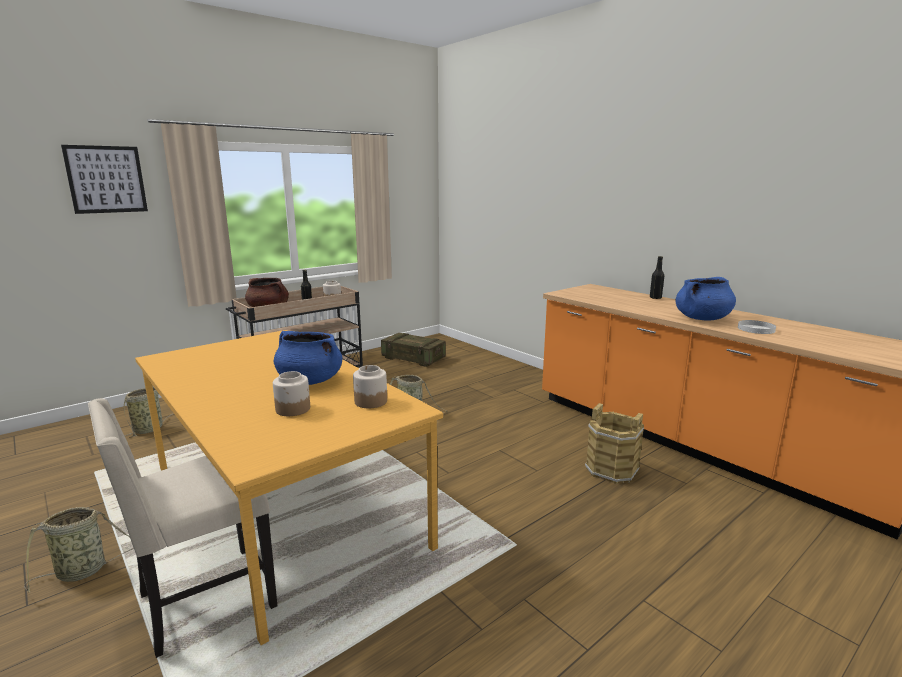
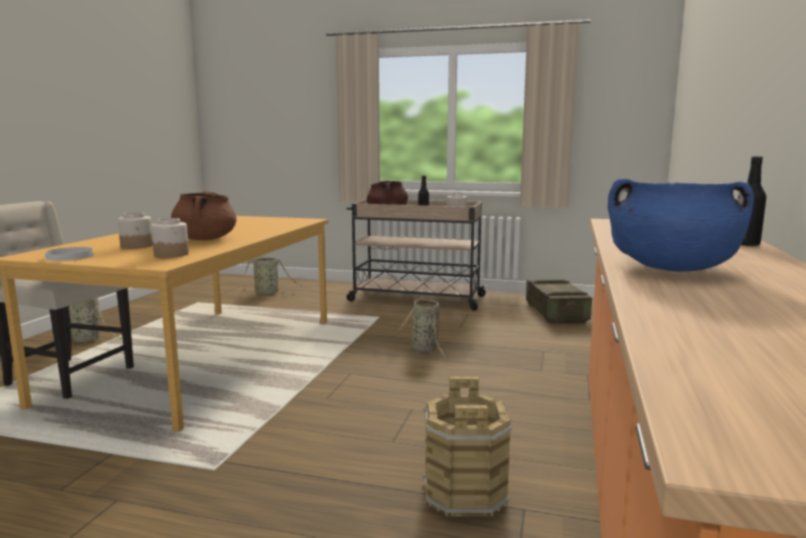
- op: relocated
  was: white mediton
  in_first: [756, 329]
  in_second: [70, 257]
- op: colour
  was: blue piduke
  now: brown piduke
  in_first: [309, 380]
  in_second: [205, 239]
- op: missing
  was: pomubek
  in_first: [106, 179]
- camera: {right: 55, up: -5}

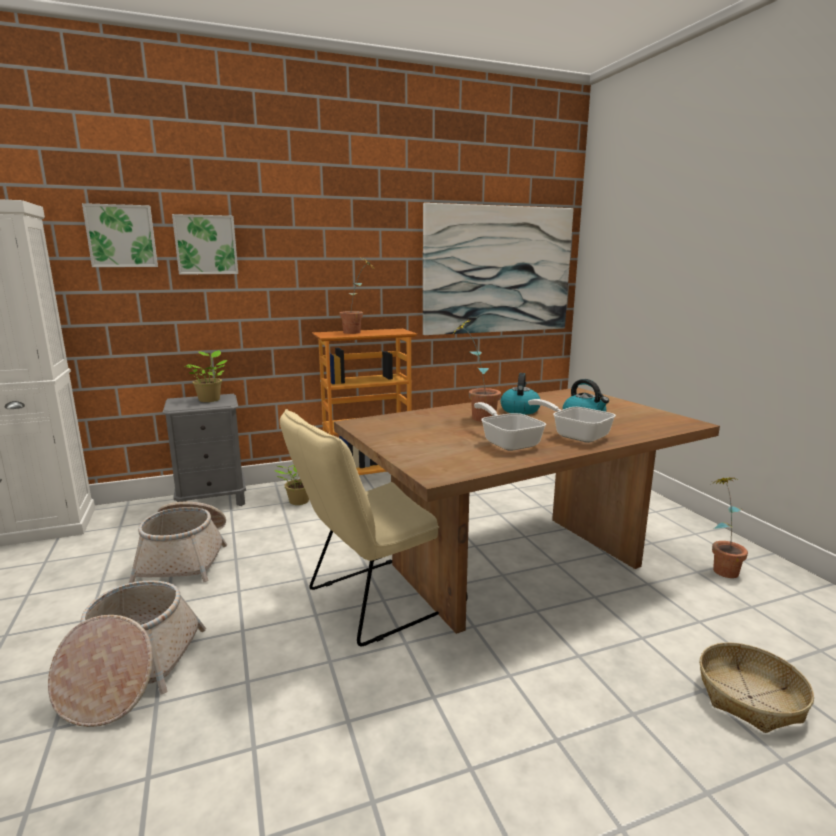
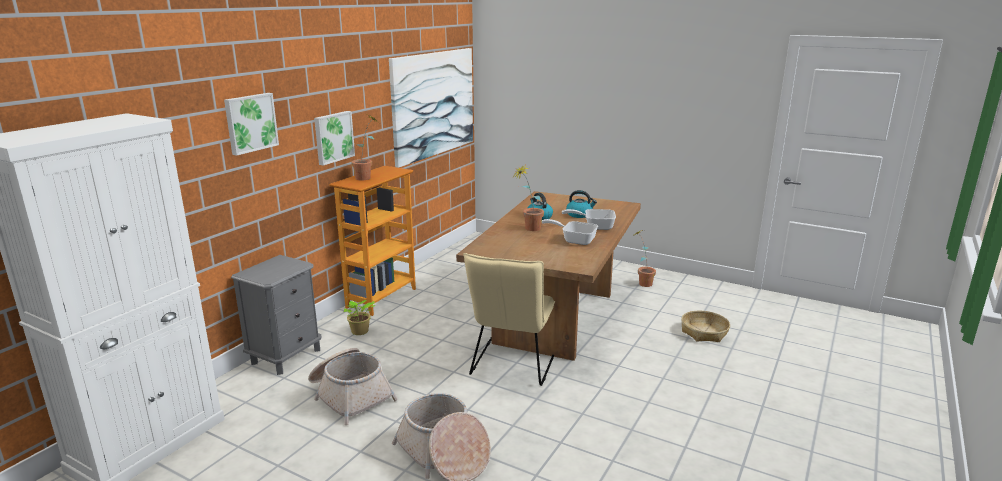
- op: relocated
  was: pomubek
  in_first: [121, 236]
  in_second: [333, 137]
- op: missing
  was: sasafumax
  in_first: [210, 399]
- camera: {right: -40, up: 5}

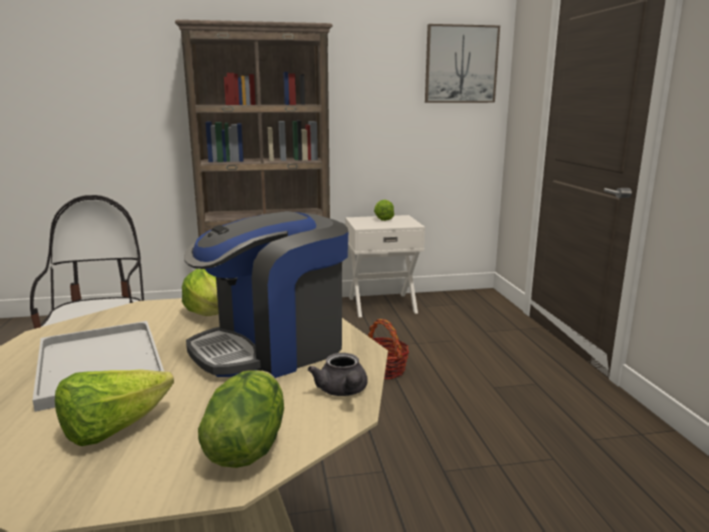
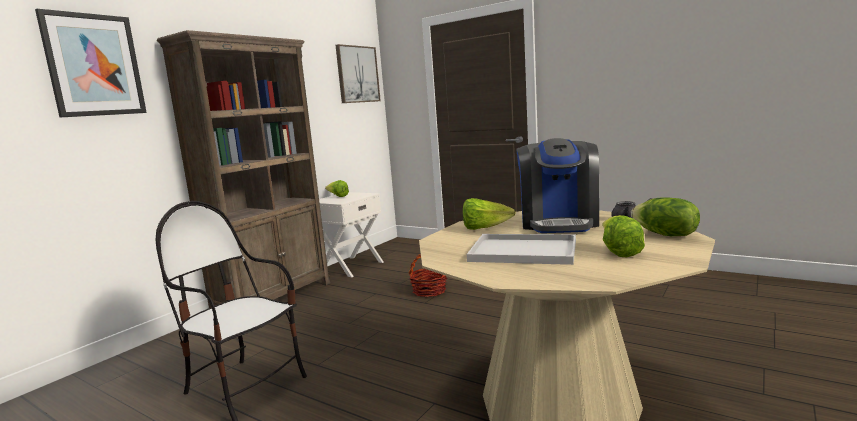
- op: appeared
  now: pomubek
  in_second: [94, 65]
- camera: {right: -45, up: -5}

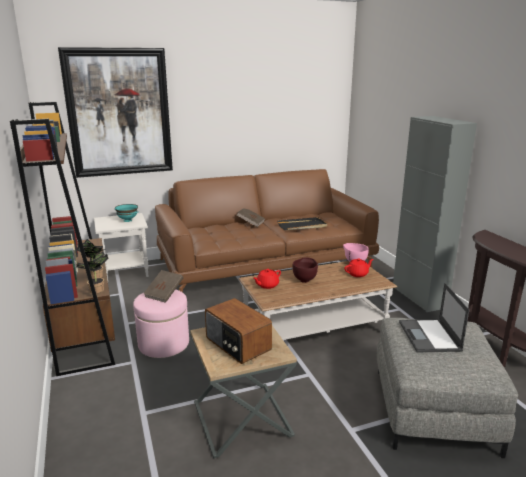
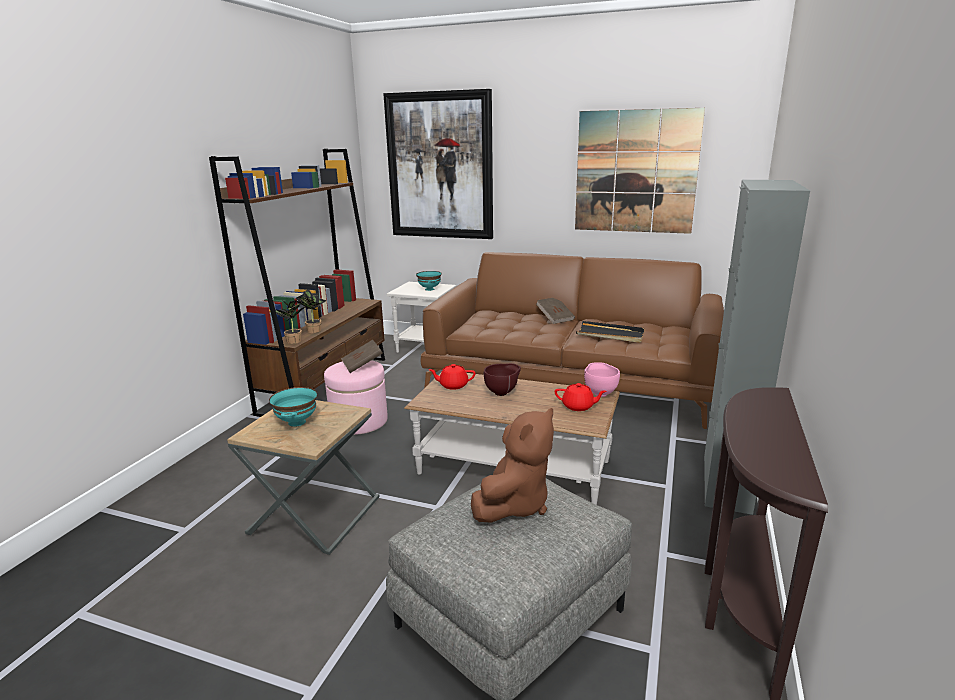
- op: exchanged
  was: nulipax
  now: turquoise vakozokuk
  in_first: [237, 344]
  in_second: [297, 422]
- op: exchanged
  was: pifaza
  now: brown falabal
  in_first: [430, 336]
  in_second: [514, 504]
- op: appeared
  now: pomubek
  in_second: [635, 172]
- camera: {right: 40, up: 0}

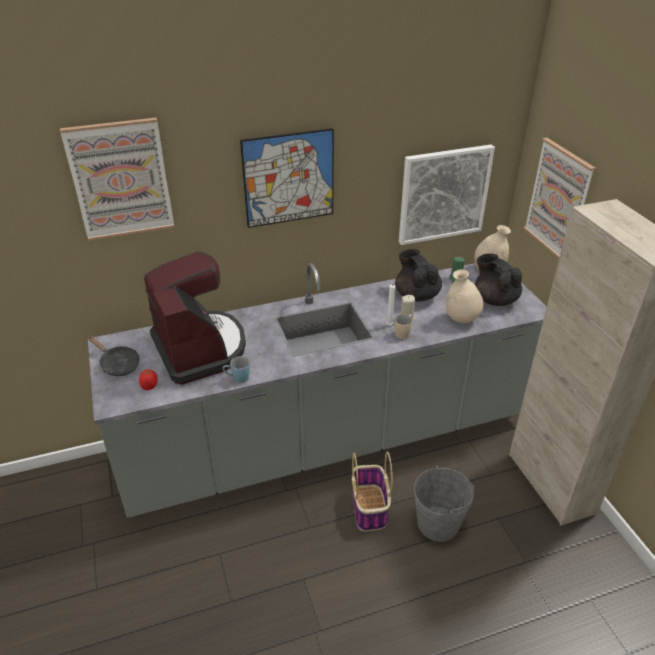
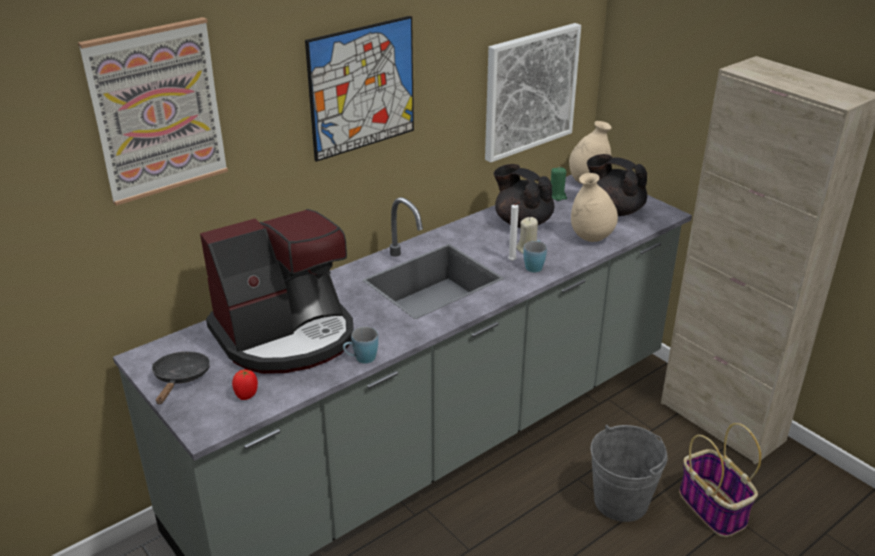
- op: spun
  was: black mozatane
  in_first: [117, 364]
  in_second: [181, 378]
  clockwise: -105
- op: spun
  was: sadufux
  in_first: [200, 348]
  in_second: [286, 335]
  clockwise: 105
- op: colour
  was: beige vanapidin
  now: blue vanapidin
  in_first: [404, 333]
  in_second: [534, 265]
- op: relocated
  was: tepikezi
  in_first: [370, 508]
  in_second: [713, 508]
- op: missing
  was: pomubek
  in_first: [558, 200]
- camera: {right: -20, up: -5}

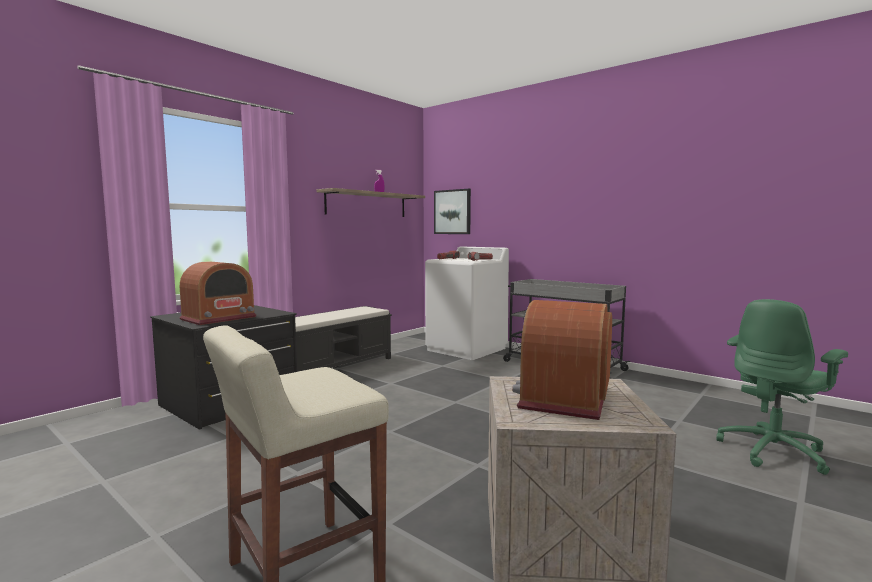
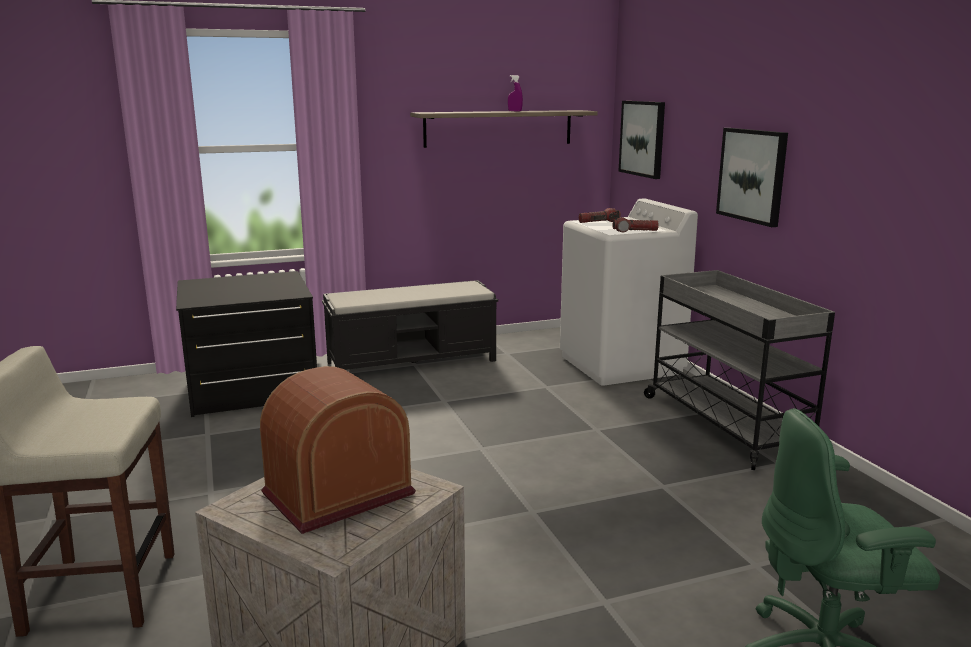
- op: appeared
  now: pomubek
  in_second: [752, 175]
- op: missing
  was: nulipax
  in_first: [219, 318]
- camera: {right: 30, up: 10}

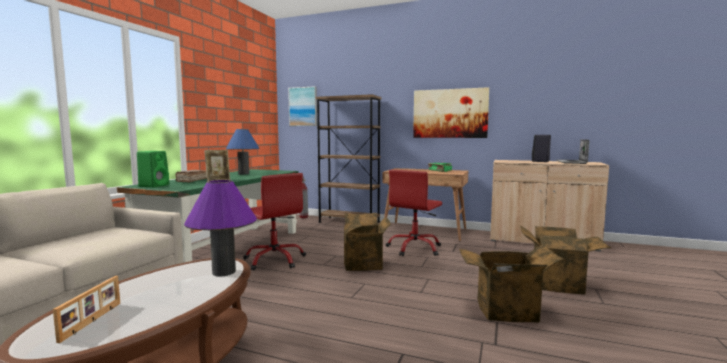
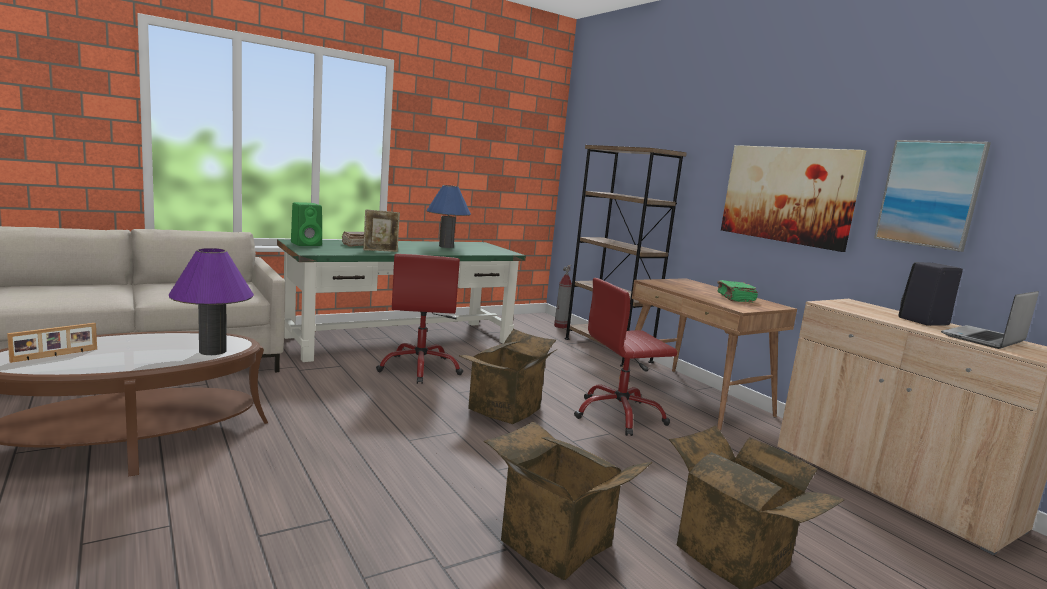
- op: relocated
  was: pomubek
  in_first: [303, 106]
  in_second: [930, 194]
- camera: {right: 35, up: 5}

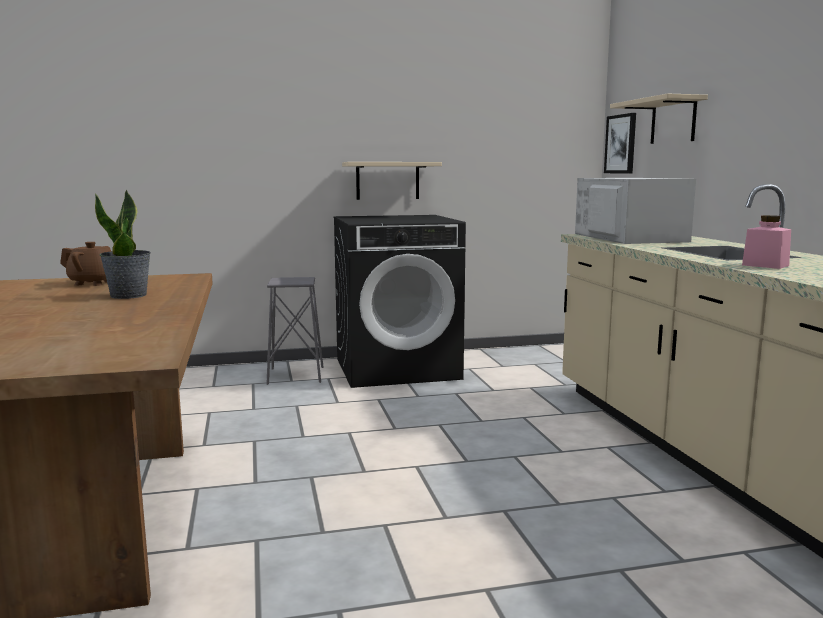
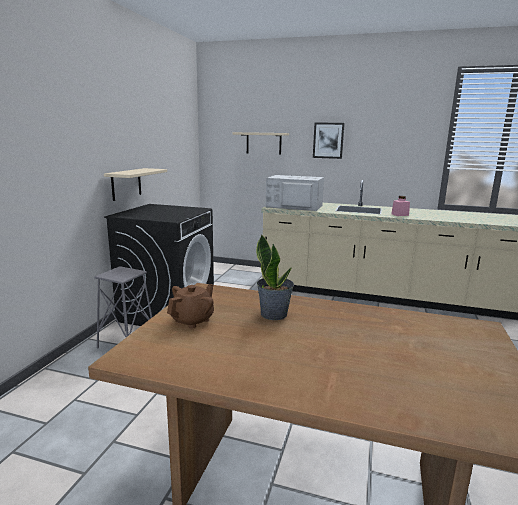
- op: relocated
  was: pomubek
  in_first: [621, 144]
  in_second: [328, 140]
- camera: {right: -60, up: 5}

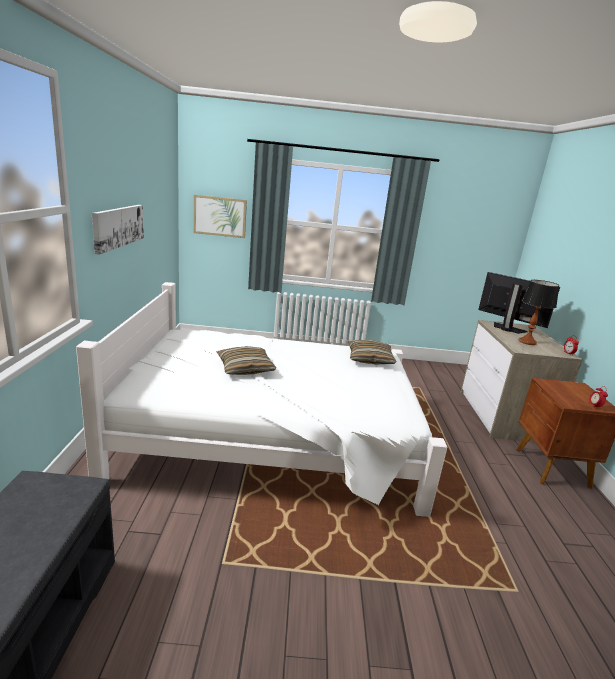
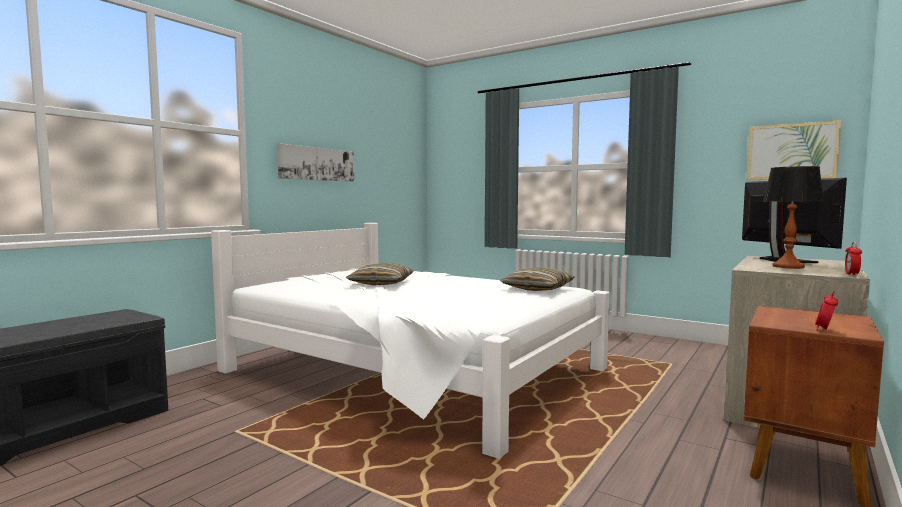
- op: relocated
  was: pomubek
  in_first: [220, 216]
  in_second: [791, 151]
- camera: {right: 35, up: -15}

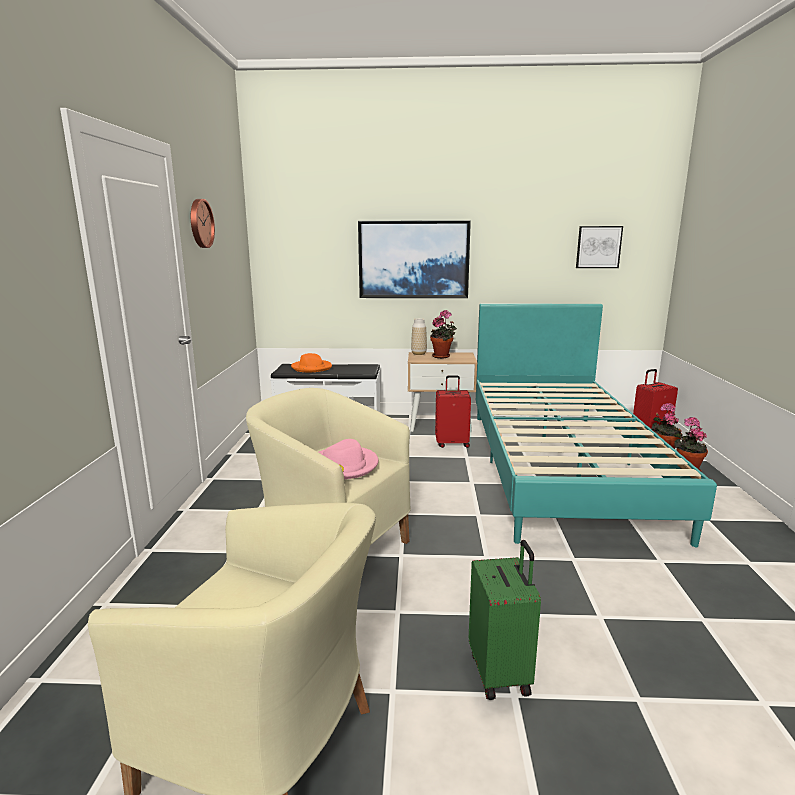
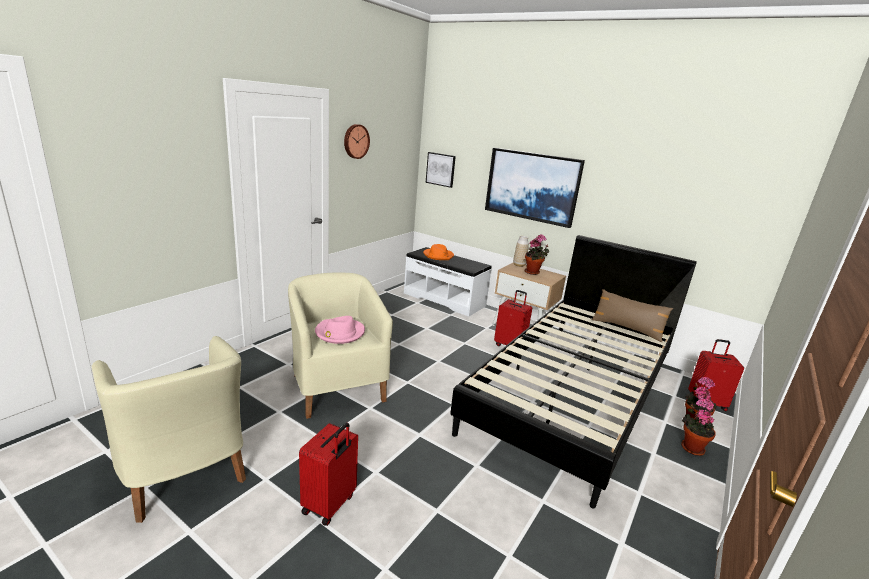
- op: colour
  was: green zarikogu
  now: red zarikogu
  in_first: [501, 672]
  in_second: [330, 504]
- op: relocated
  was: pomubek
  in_first: [598, 247]
  in_second: [440, 169]
- op: colour
  was: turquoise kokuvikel
  now: black kokuvikel
  in_first: [559, 465]
  in_second: [572, 395]
- op: appeared
  now: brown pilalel
  in_second: [627, 329]
- camera: {right: 30, up: 5}

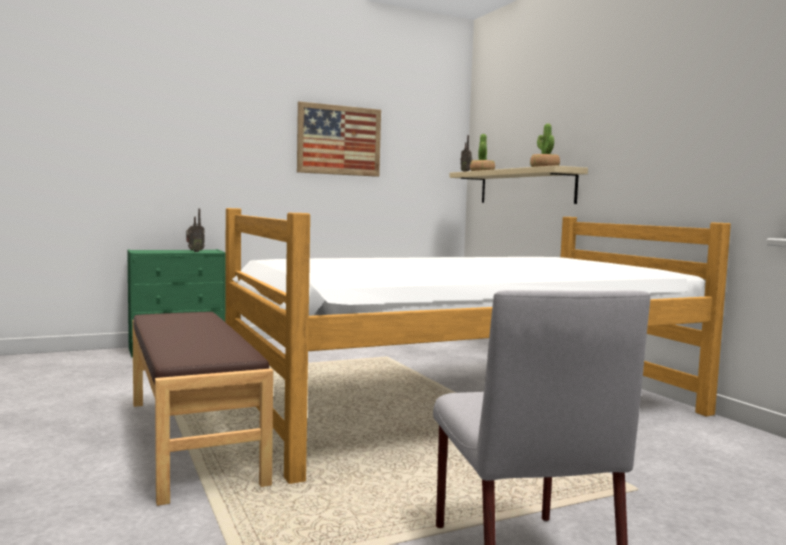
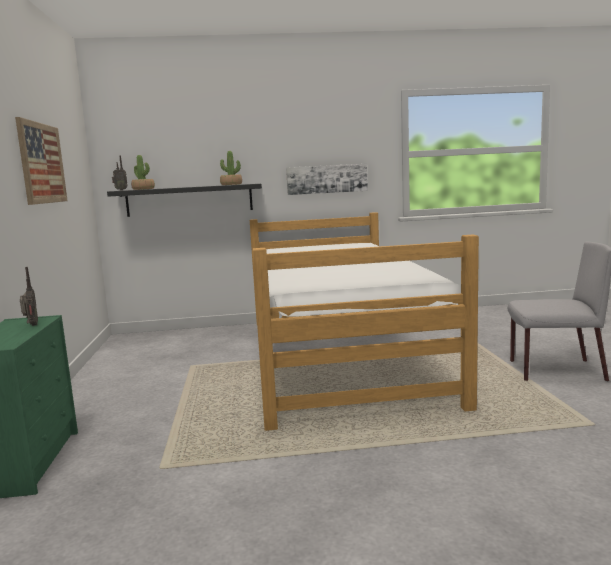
- op: colour
  was: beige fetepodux
  now: black fetepodux
  in_first: [525, 187]
  in_second: [189, 200]
- op: appeared
  now: pomubek
  in_second: [326, 179]
- op: missing
  was: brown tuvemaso
  in_first: [193, 439]
- camera: {right: -70, up: 5}

